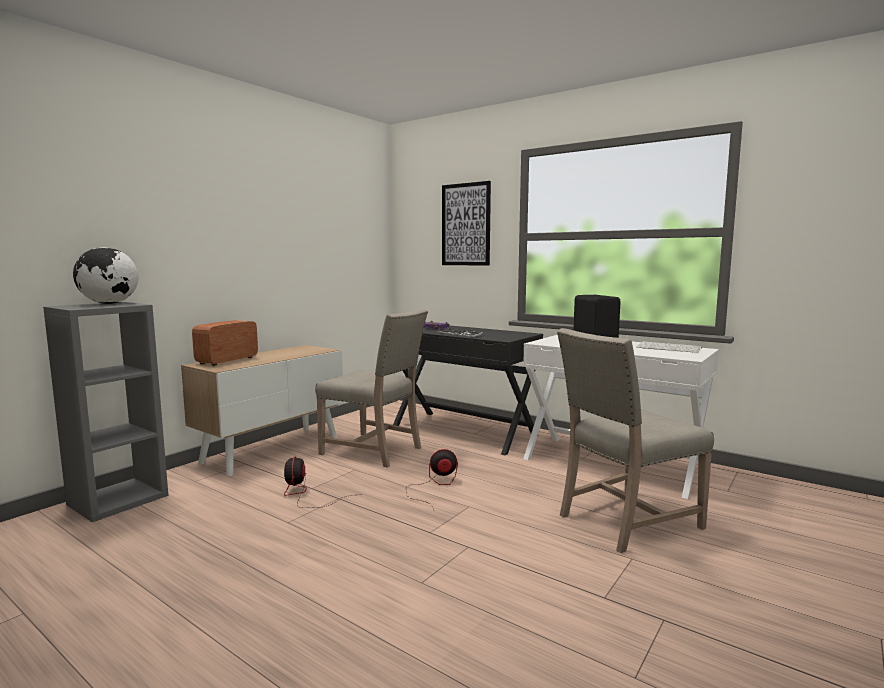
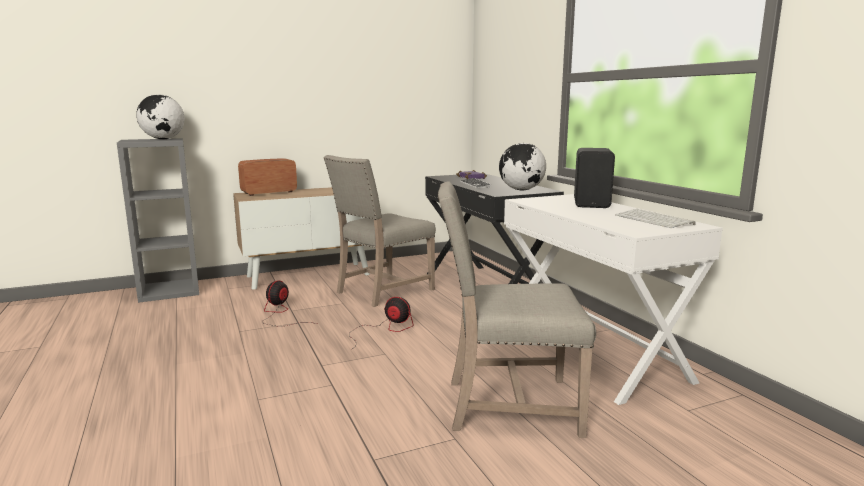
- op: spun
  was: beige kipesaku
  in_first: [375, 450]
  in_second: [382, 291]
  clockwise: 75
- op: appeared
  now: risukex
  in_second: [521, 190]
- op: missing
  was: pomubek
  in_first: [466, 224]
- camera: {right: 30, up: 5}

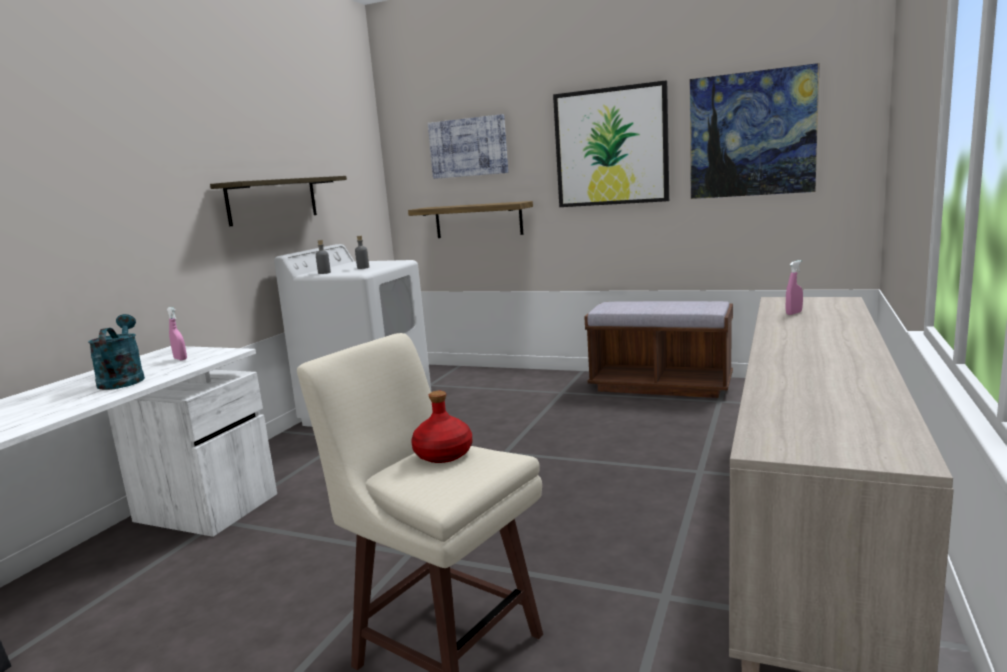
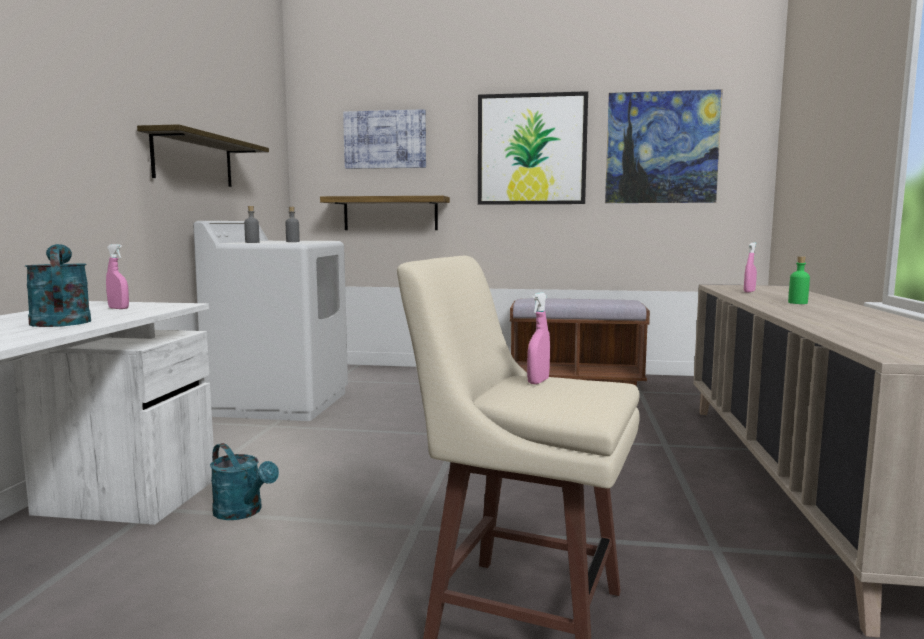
- op: appeared
  now: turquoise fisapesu
  in_second: [243, 512]
- op: exchanged
  was: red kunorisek
  now: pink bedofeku
  in_first: [442, 454]
  in_second: [538, 381]
- op: appeared
  now: green kunorisek
  in_second: [797, 303]
- camera: {right: -15, up: -5}

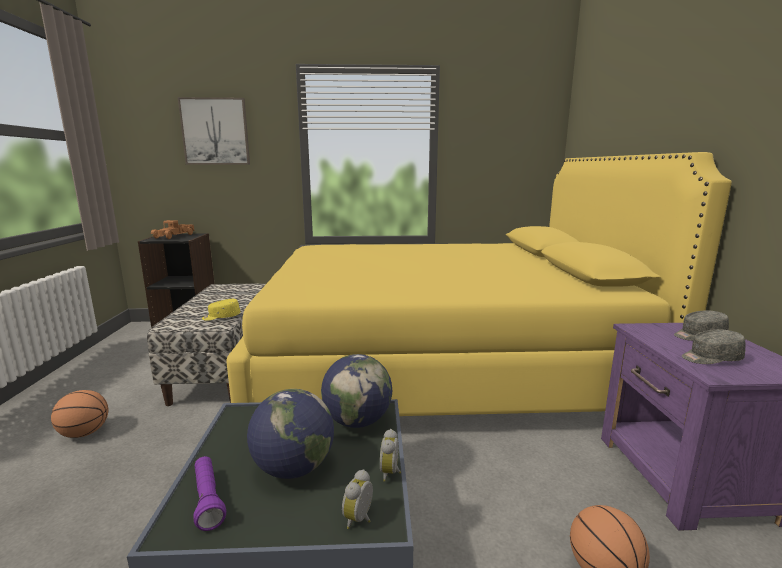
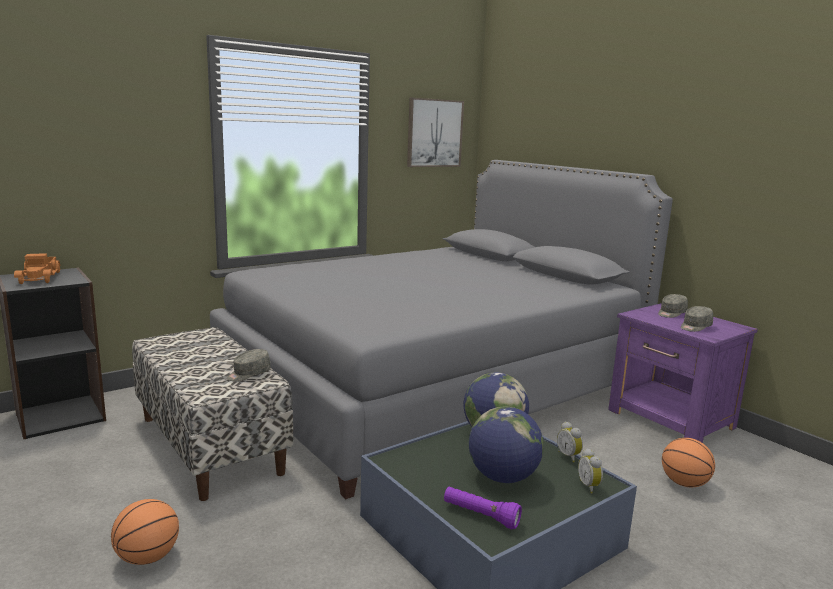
- op: colour
  was: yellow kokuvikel
  now: grey kokuvikel
  in_first: [438, 364]
  in_second: [431, 385]
- op: colour
  was: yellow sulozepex
  now: grey sulozepex
  in_first: [221, 317]
  in_second: [248, 374]
- op: relocated
  was: pomubek
  in_first: [215, 132]
  in_second: [434, 133]
- camera: {right: -35, up: 0}

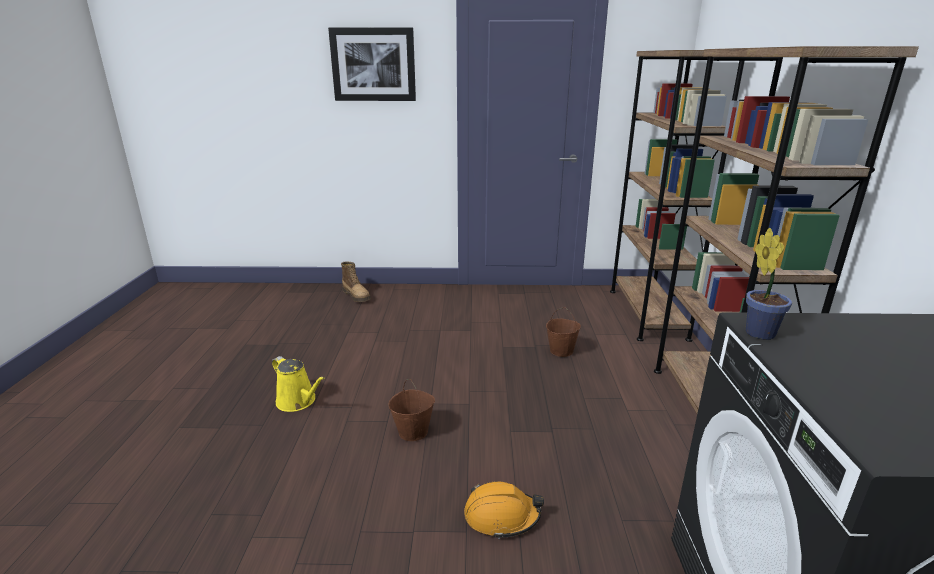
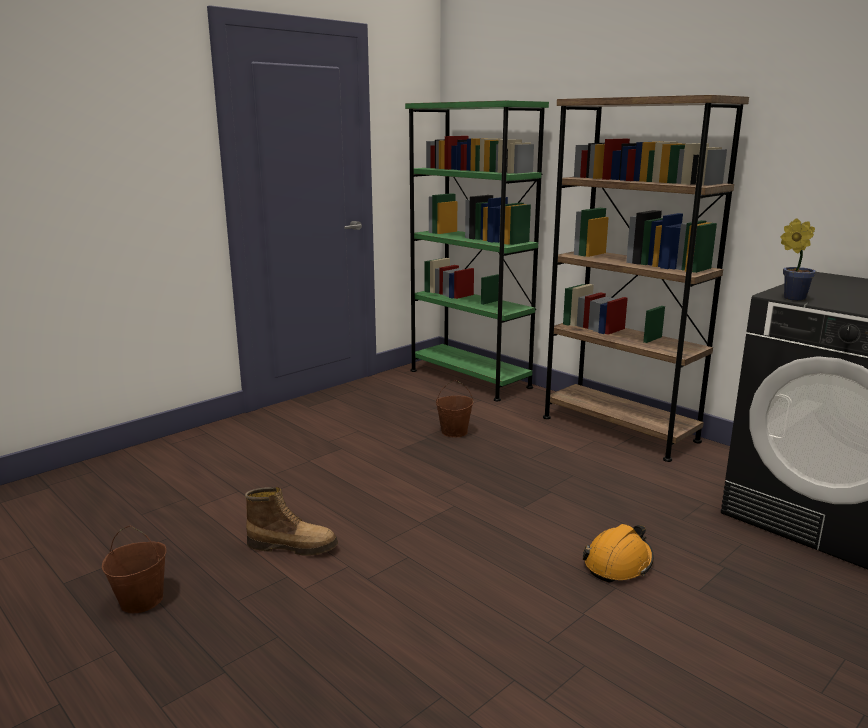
- op: relocated
  was: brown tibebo
  in_first: [413, 431]
  in_second: [142, 600]
- op: relocated
  was: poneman
  in_first: [357, 296]
  in_second: [293, 546]
- op: colour
  was: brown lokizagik
  now: green lokizagik
  in_first: [647, 313]
  in_second: [469, 379]
- op: missing
  was: yellow fisapesu
  in_first: [298, 401]
- op: missing
  was: pomubek
  in_first: [373, 65]
- camera: {right: -45, up: -5}

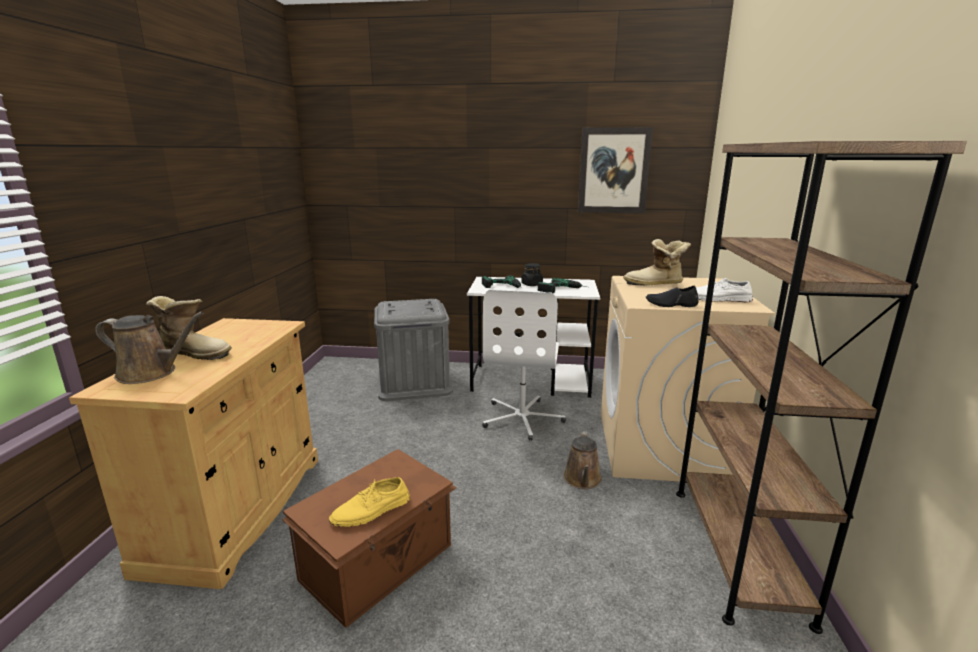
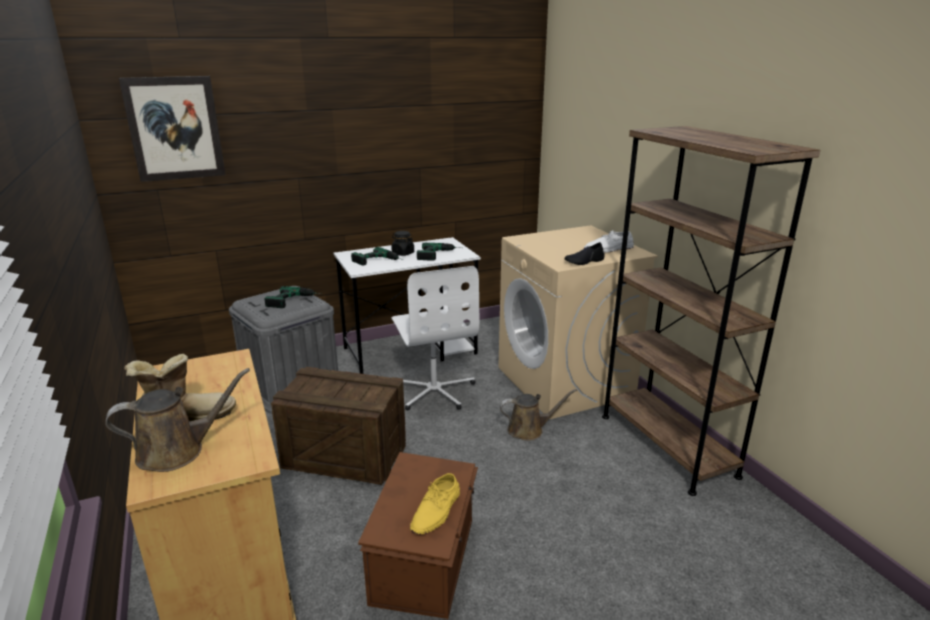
- op: relocated
  was: pomubek
  in_first: [613, 171]
  in_second: [175, 128]
- op: appeared
  now: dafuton
  in_second: [295, 301]
- op: appeared
  now: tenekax
  in_second: [344, 455]
- op: spun
  was: brown fisapesu
  in_first: [582, 480]
  in_second: [529, 430]
  clockwise: -75
- op: missing
  was: poneman
  in_first: [655, 284]
- camera: {right: -30, up: 5}

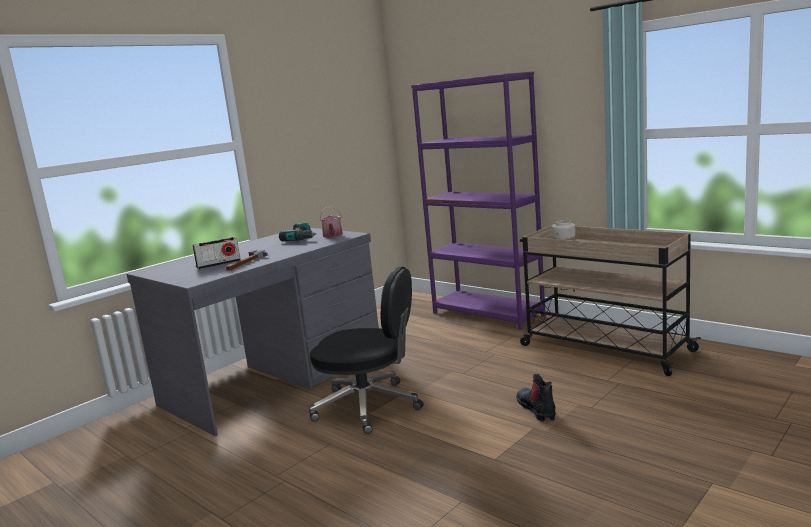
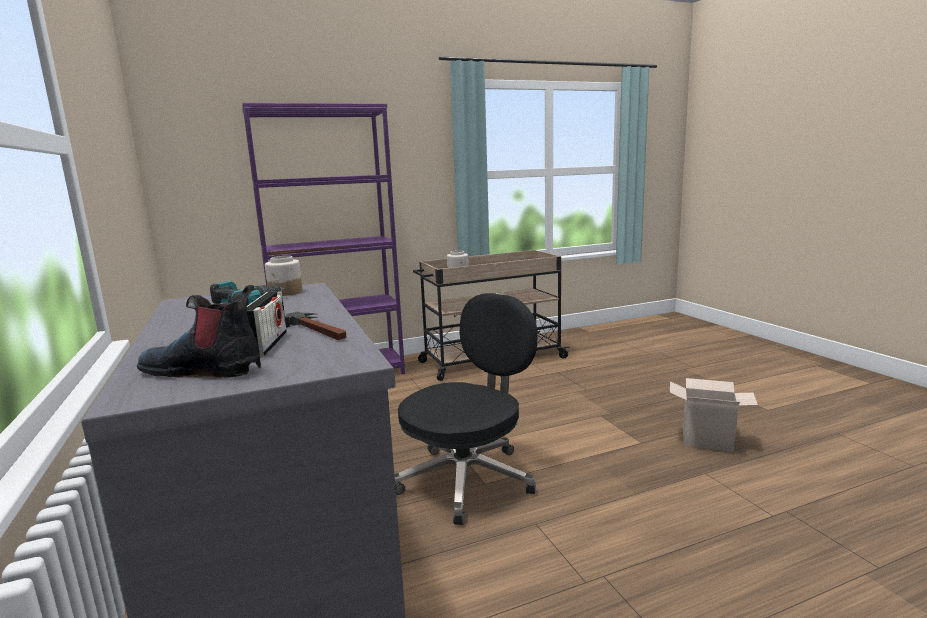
- op: relocated
  was: poneman
  in_first: [537, 409]
  in_second: [204, 370]
- op: exchanged
  was: fisapesu
  now: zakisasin
  in_first: [332, 236]
  in_second: [285, 292]
- op: appeared
  now: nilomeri
  in_second: [709, 440]
- camera: {right: -65, up: 0}

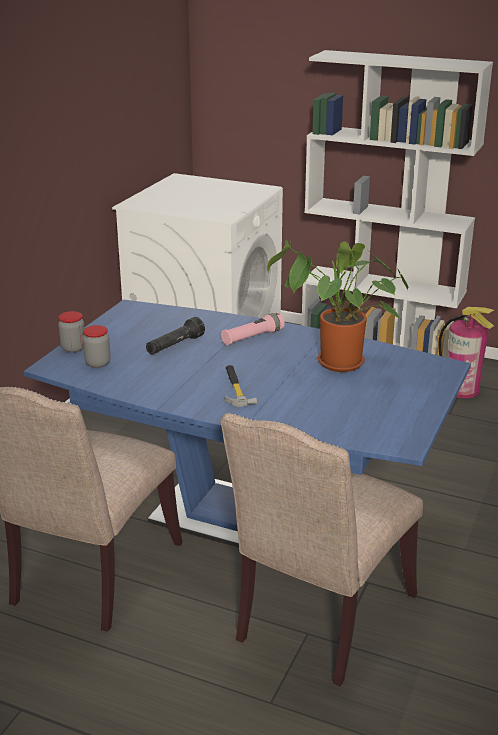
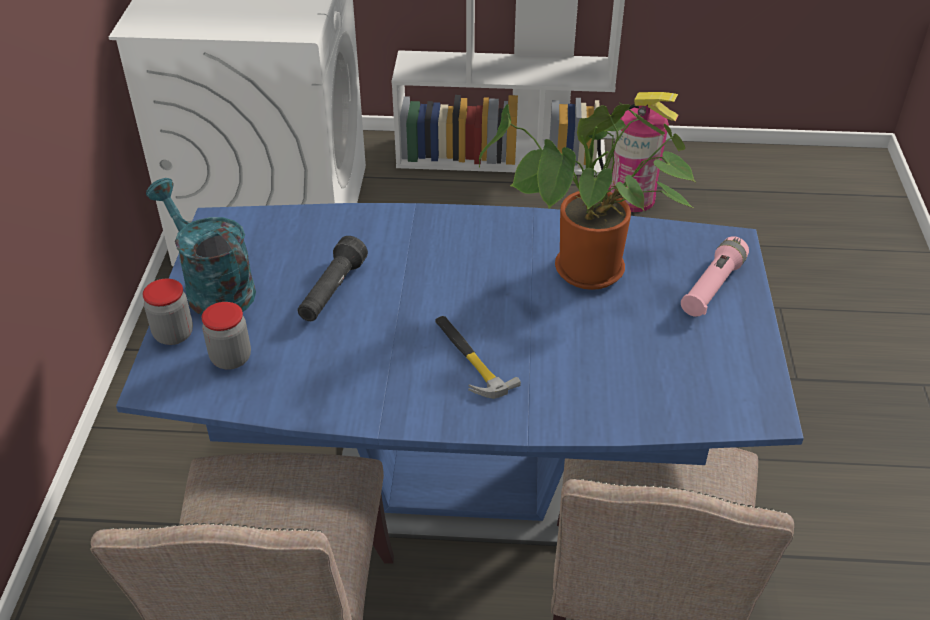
- op: appeared
  now: turquoise fisapesu
  in_second: [212, 287]
- op: relocated
  was: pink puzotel
  in_first: [252, 337]
  in_second: [712, 287]
- camera: {right: -20, up: 15}

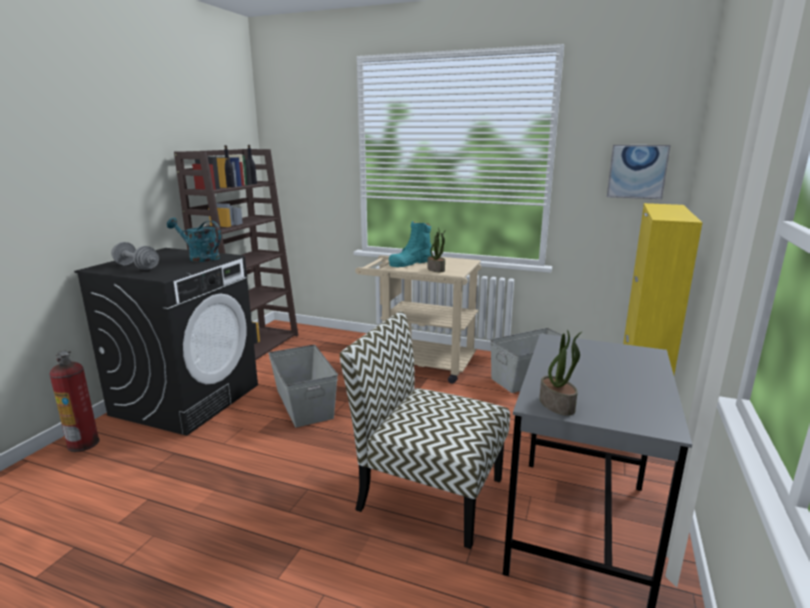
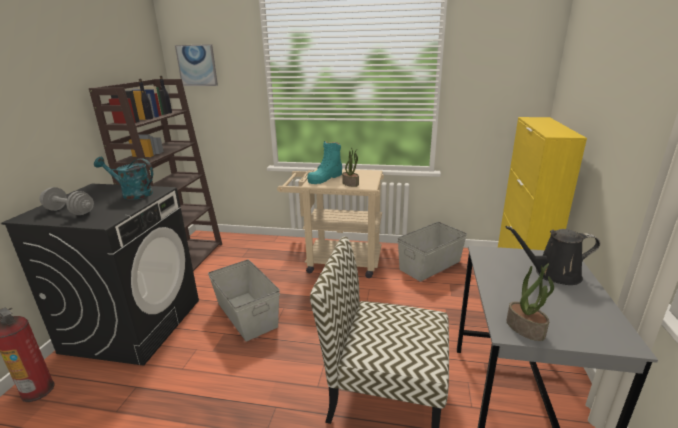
- op: relocated
  was: pomubek
  in_first: [637, 171]
  in_second: [197, 65]
- op: appeared
  now: black fisapesu
  in_second: [553, 274]
- camera: {right: -10, up: 5}

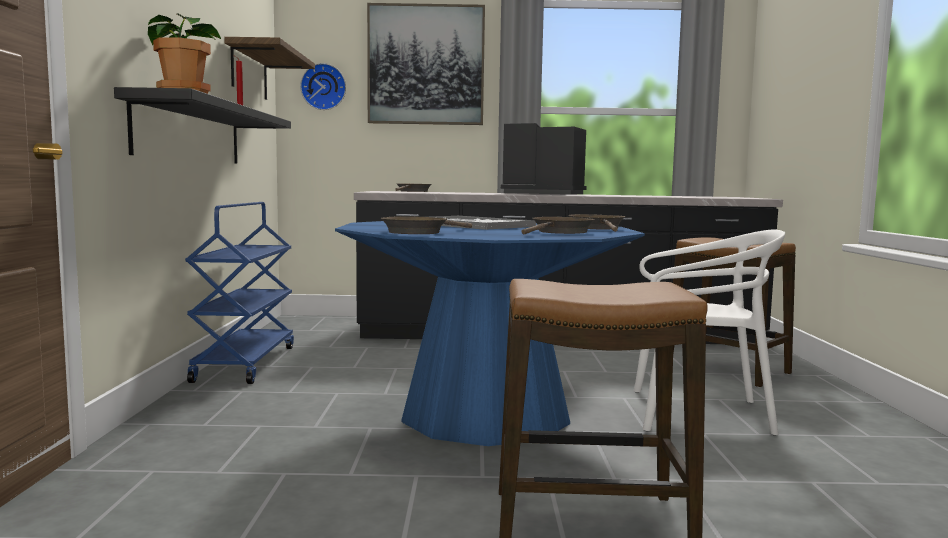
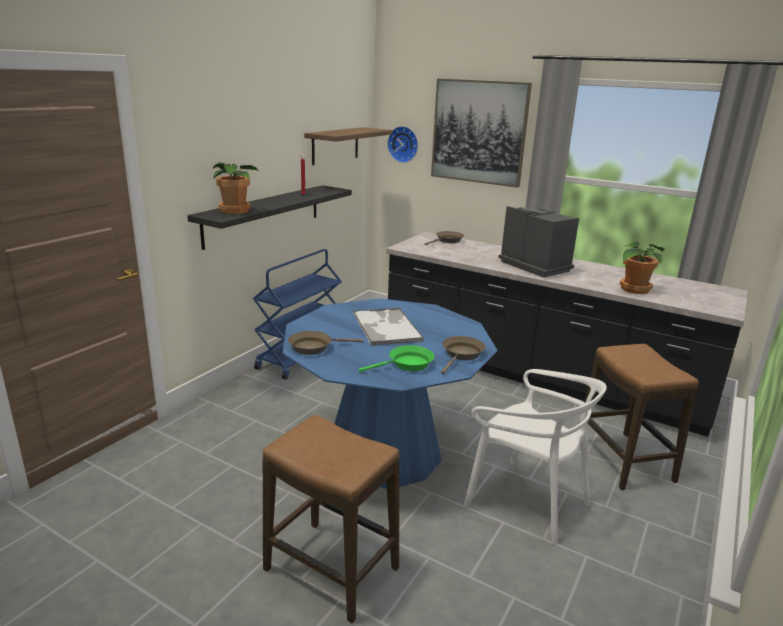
- op: colour
  was: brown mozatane
  now: green mozatane
  in_first: [560, 232]
  in_second: [407, 364]
- op: appeared
  now: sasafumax
  in_second: [633, 289]
- camera: {right: 30, up: 15}

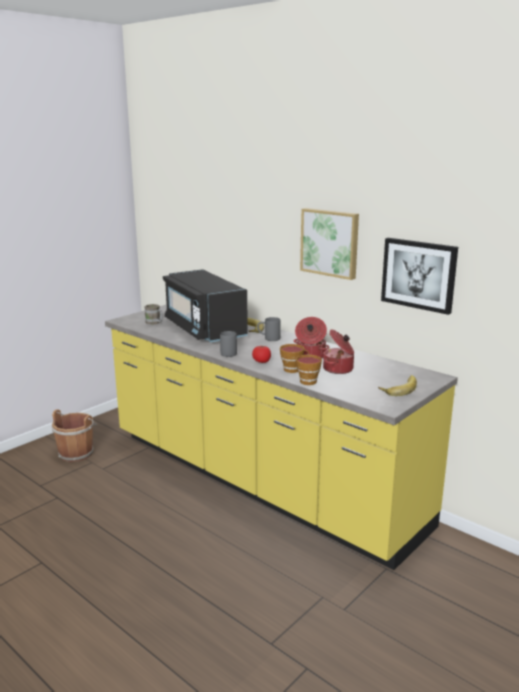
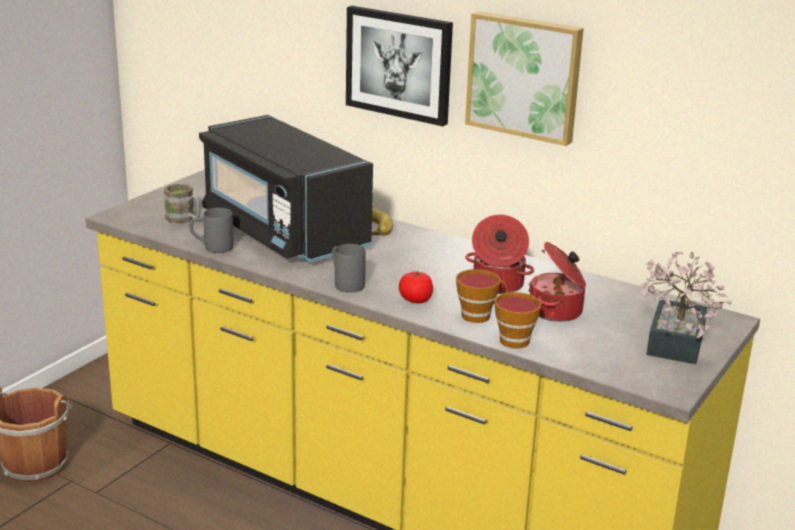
- op: relocated
  was: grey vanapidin
  in_first: [268, 338]
  in_second: [212, 247]
- op: relocated
  was: pomubek
  in_first: [419, 274]
  in_second: [399, 64]
- op: exchanged
  was: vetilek
  now: sasafumax
  in_first: [398, 388]
  in_second: [673, 347]
- camera: {right: -10, up: 5}

